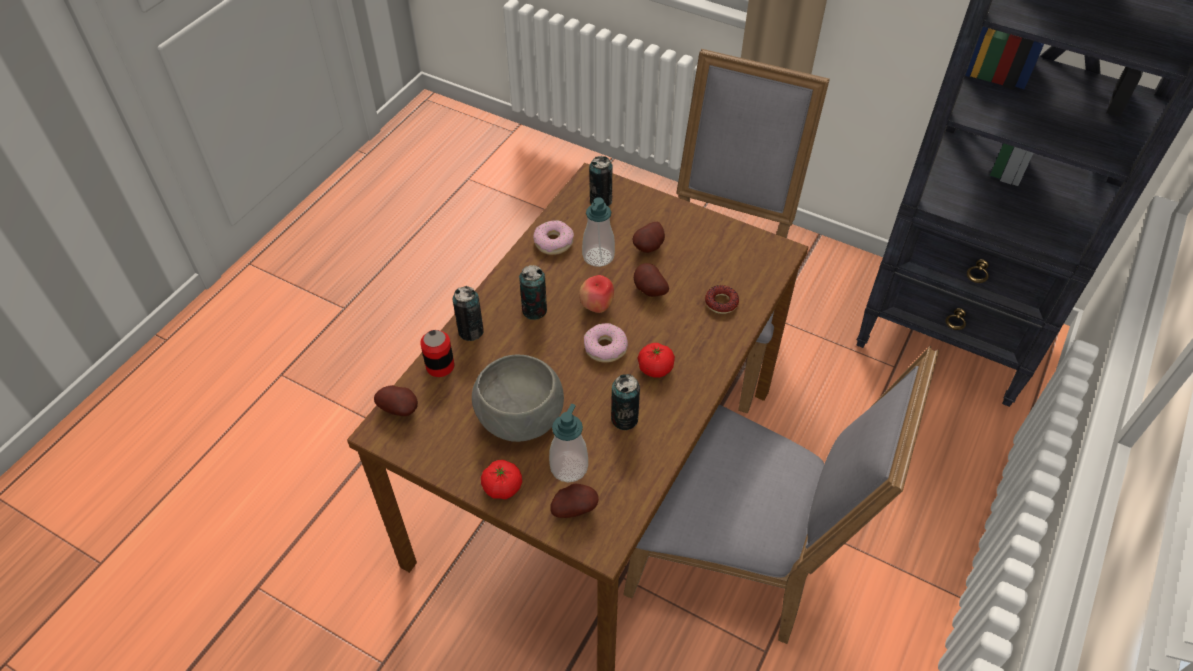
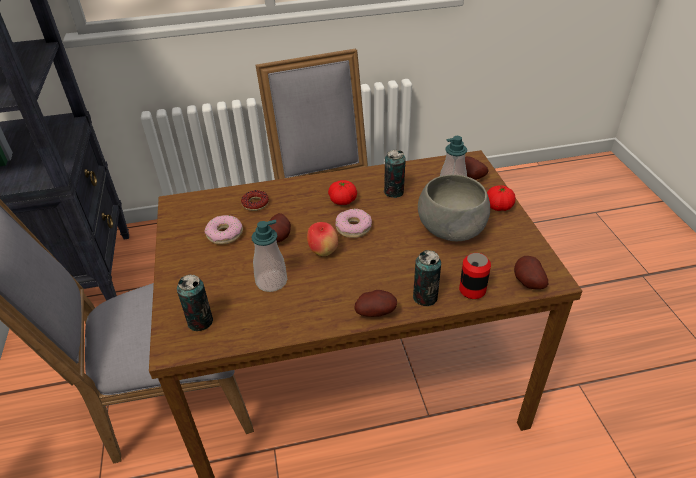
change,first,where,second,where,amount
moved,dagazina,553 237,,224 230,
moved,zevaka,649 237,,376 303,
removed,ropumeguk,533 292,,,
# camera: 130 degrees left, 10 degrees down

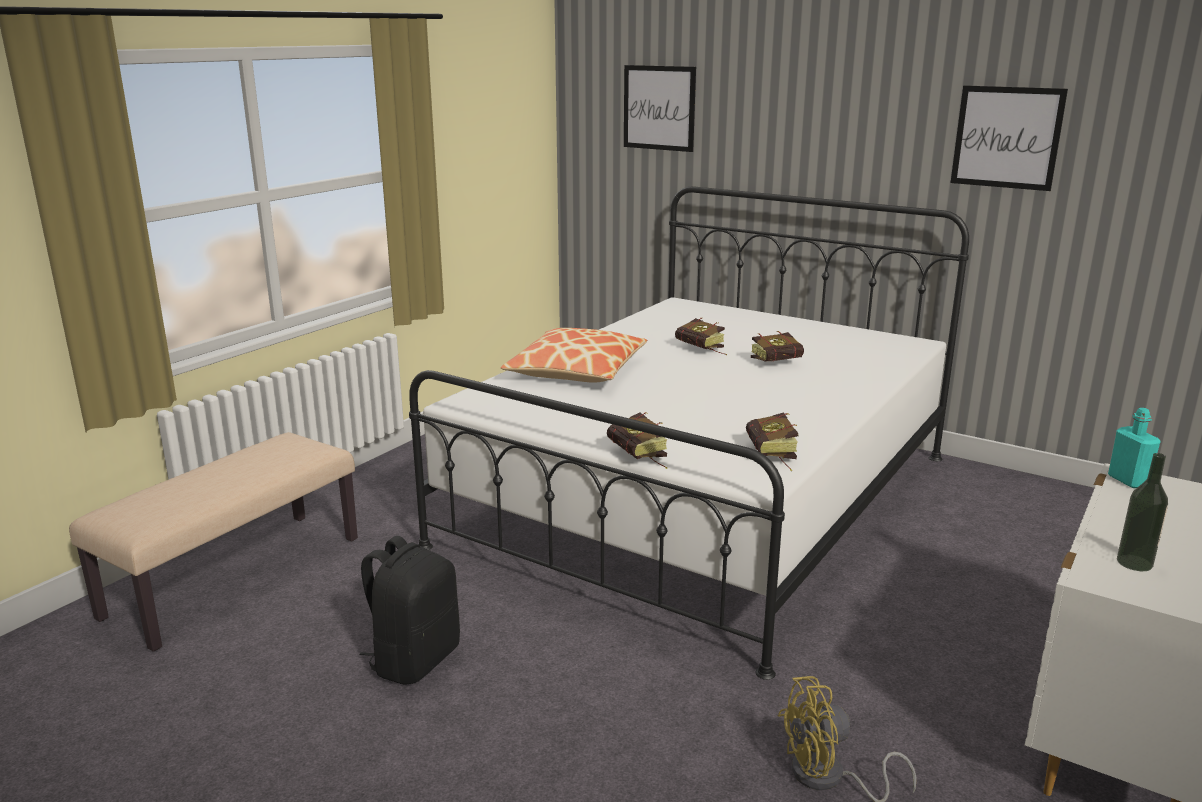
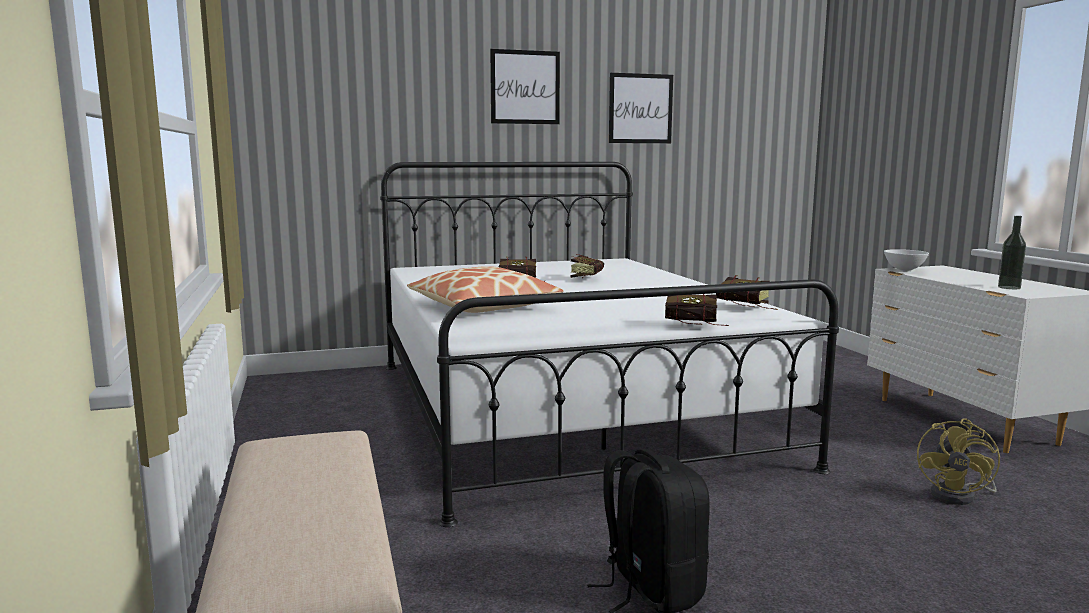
change,first,where,second,where,amount
moved,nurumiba,660 108,,525 86,
replaced,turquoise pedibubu,1134 448,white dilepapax,906 260,
# camera: 50 degrees left, 10 degrees down

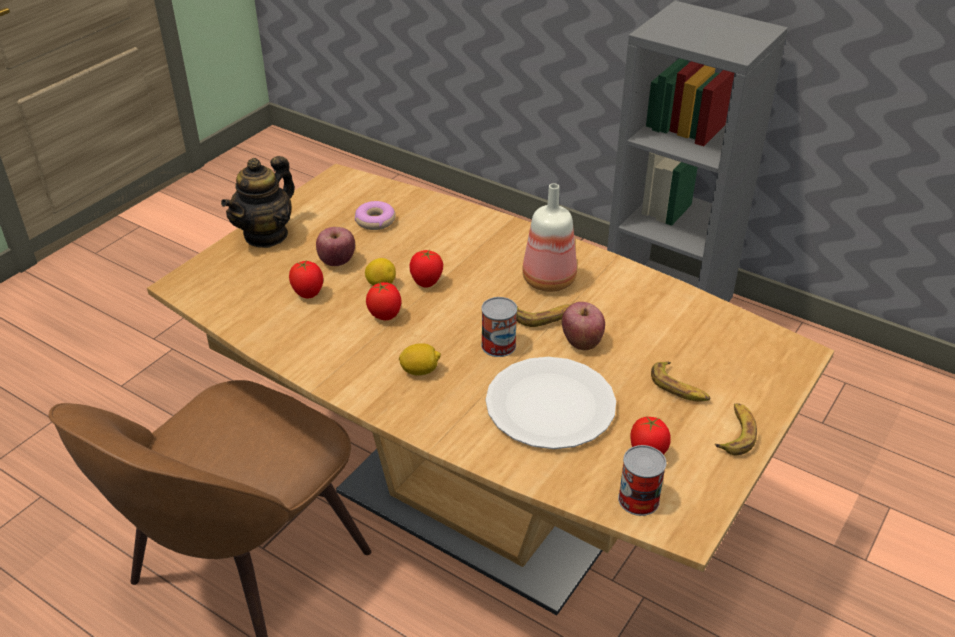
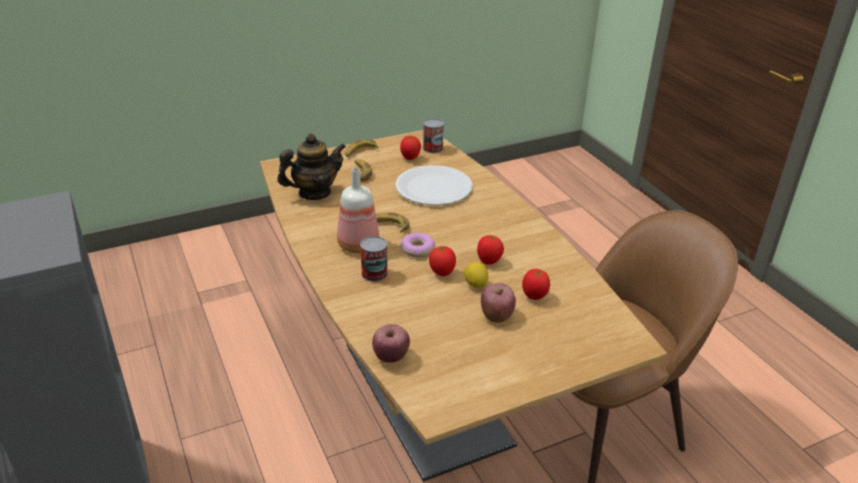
change,first,where,second,where,amount
moved,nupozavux,258 202,,311 167,
moved,dagazina,375 215,,417 245,
moved,ropumeguk,499 327,,374 259,
moved,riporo,583 326,,391 343,
removed,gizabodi,420 359,,,
# camera: 150 degrees left, 5 degrees down

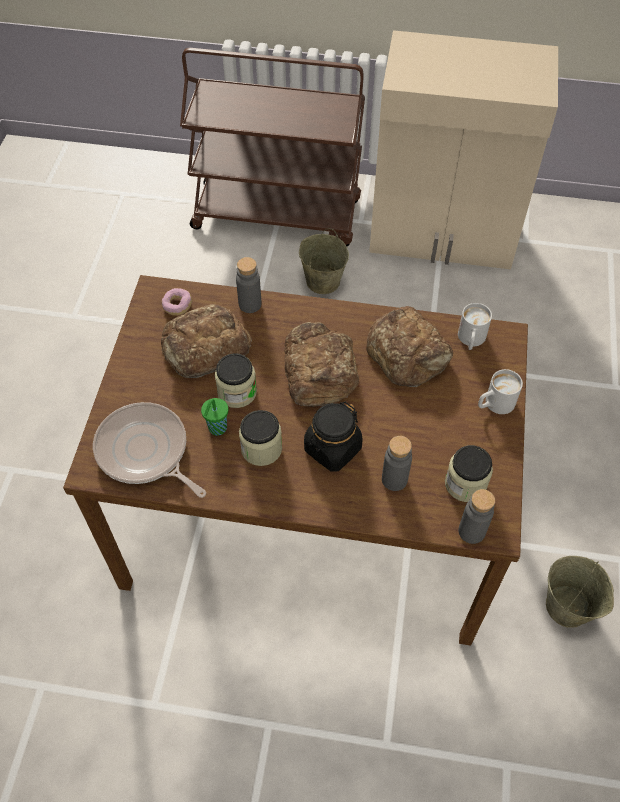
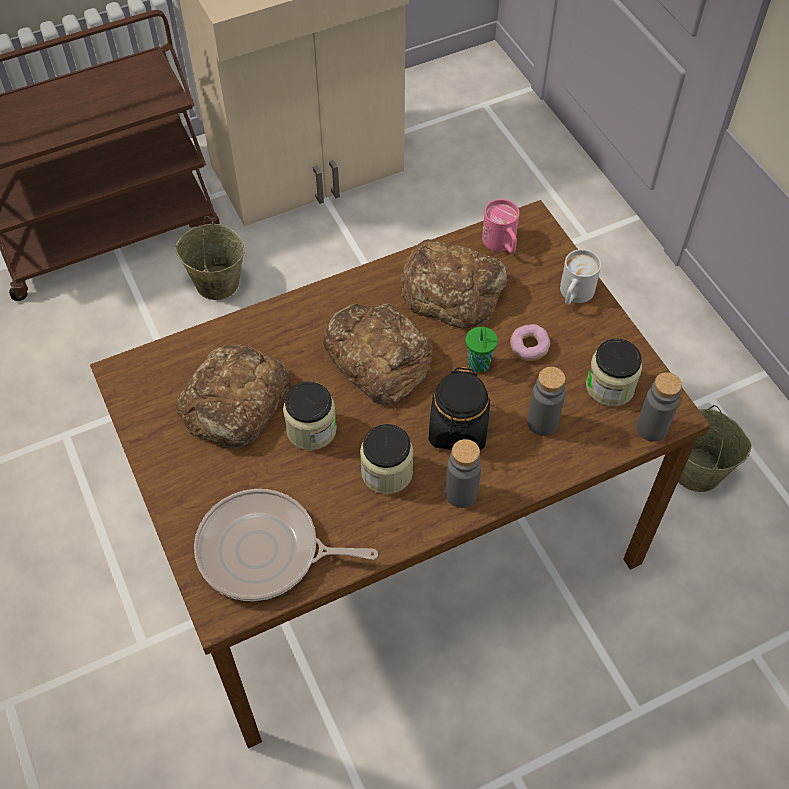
change,first,where,second,where,amount
moved,grey pedibubu,249 285,,463 473,
moved,dagazina,177 301,,530 342,
recoloured,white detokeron,475 326,pink detokeron,500 226,
moved,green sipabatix,214 417,,481 349,
# camera: 35 degrees left, 0 degrees up

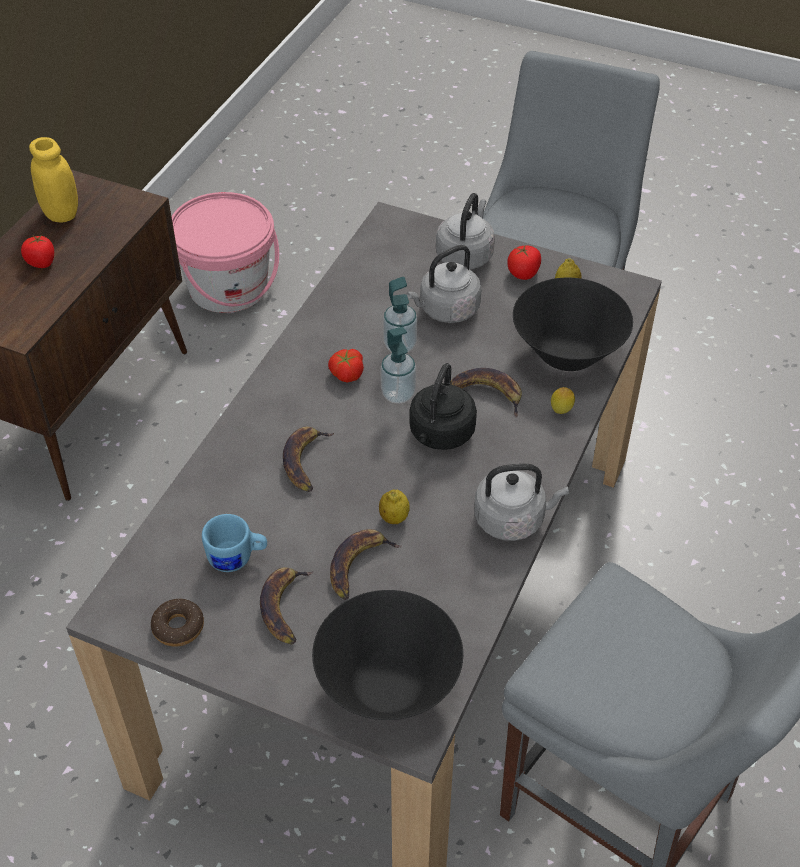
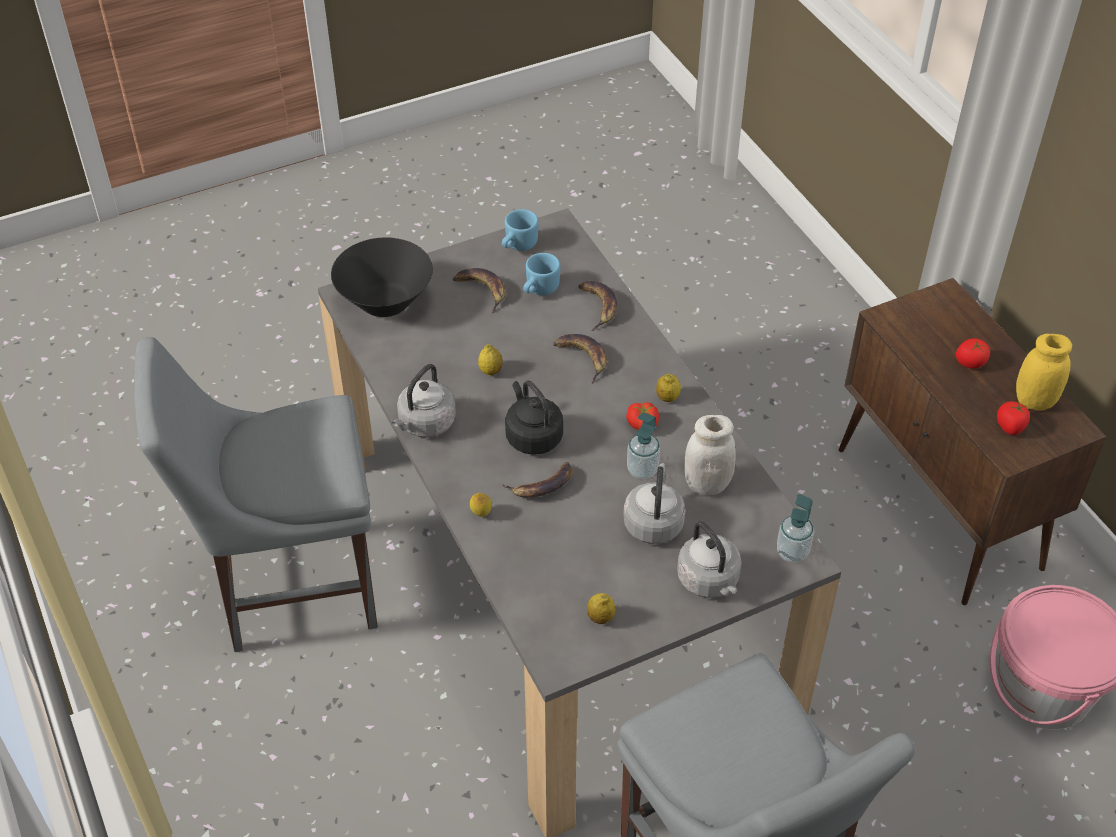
change,first,where,second,where,amount
moved,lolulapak,524 262,,1013 418,
removed,black dilepapax,573 324,,,
moved,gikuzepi,398 365,,795 528,
moved,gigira,365 564,,597 306,
replaced,dagazina,177 623,blue detokeron,520 230,
added,,,gizabodi,668 388,
added,,,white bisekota,710 455,
# camera: 130 degrees right, 0 degrees up

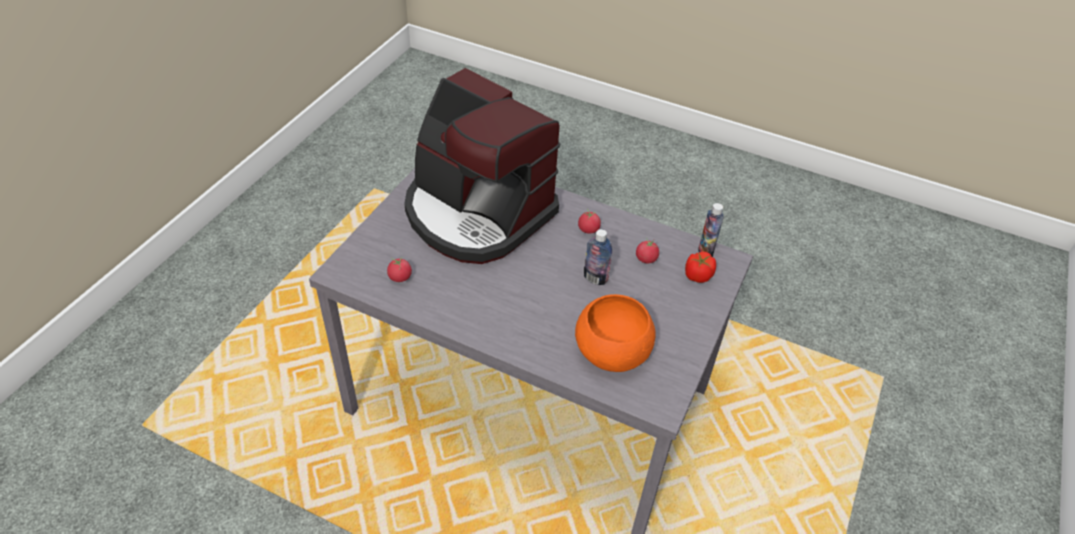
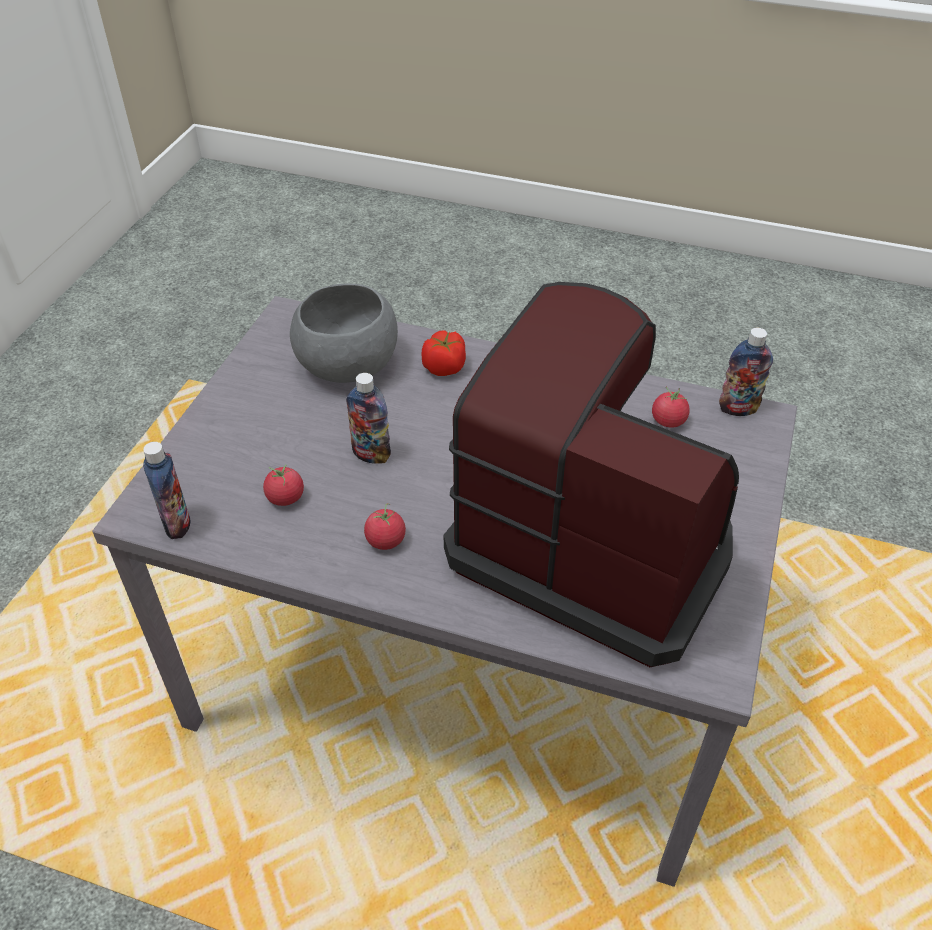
change,first,where,second,where,amount
moved,lolulapak,700 267,,444 353,
recoloured,orange dilepapax,615 333,grey dilepapax,344 333,
added,,,pedibubu,746 372,
# camera: 175 degrees right, 0 degrees up

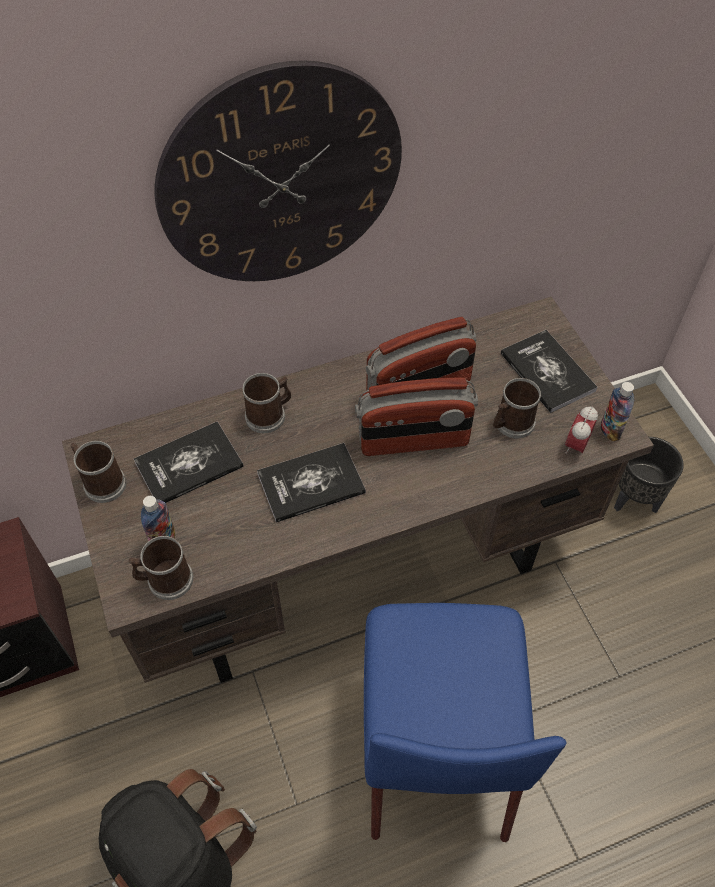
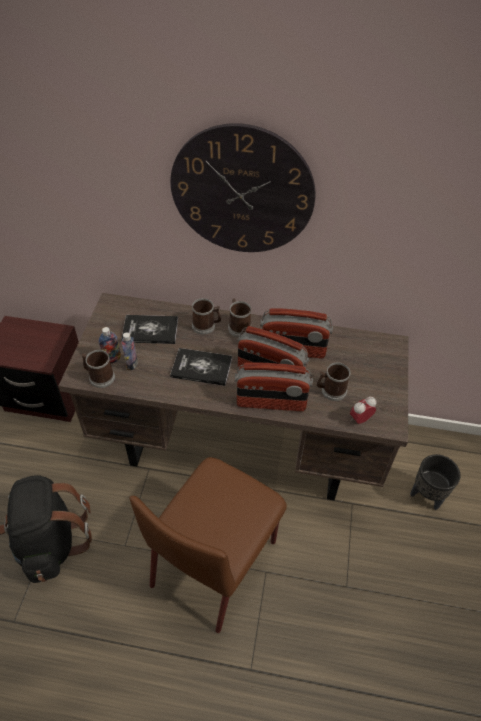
change,first,where,second,where,amount
removed,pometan,549 371,,,
moved,pedibubu,617 411,,130 351,
moved,detokeron,98 472,,240 317,
recoloured,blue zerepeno,465 722,brown zerepeno,208 545,
added,,,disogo,274 386,
# camera: 30 degrees right, 5 degrees down

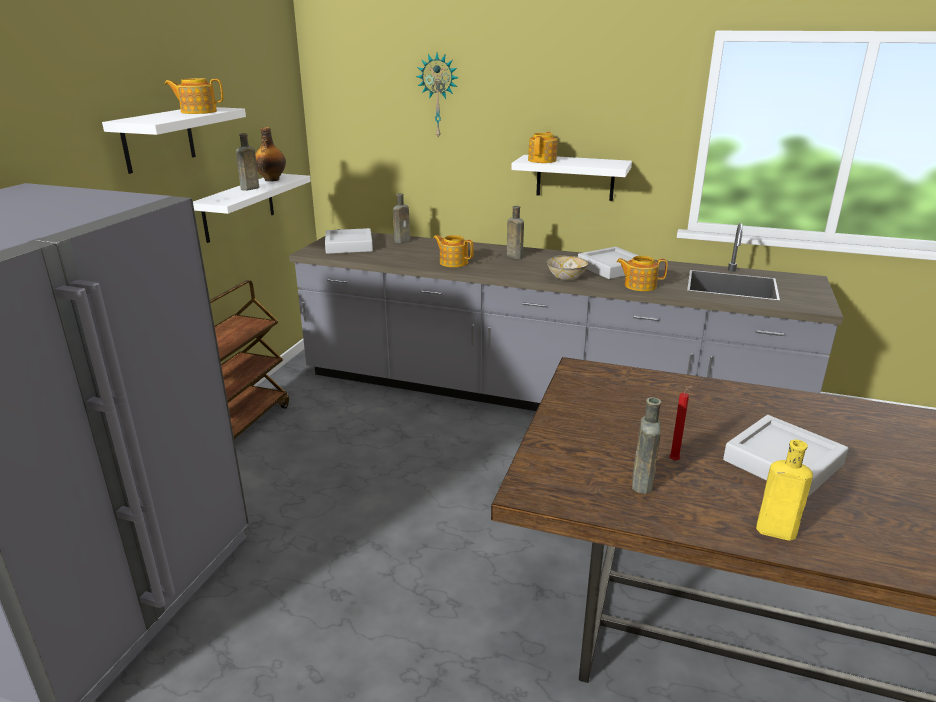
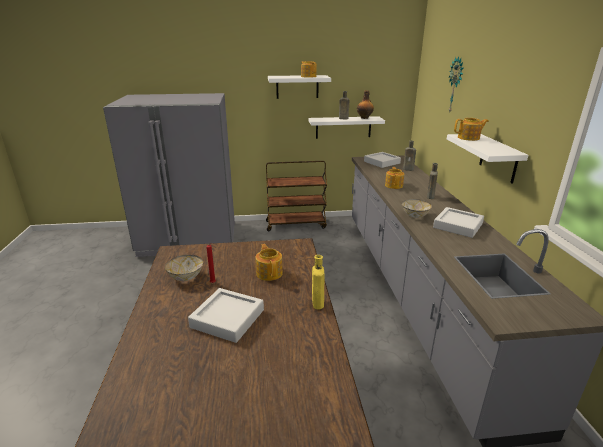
change,first,where,second,where,amount
moved,nupozavux,642 273,,269 262,
replaced,brown pedibubu,647 445,dilepapax,184 268,
moved,yellow pedibubu,784 490,,318 282,
# camera: 65 degrees right, 0 degrees up

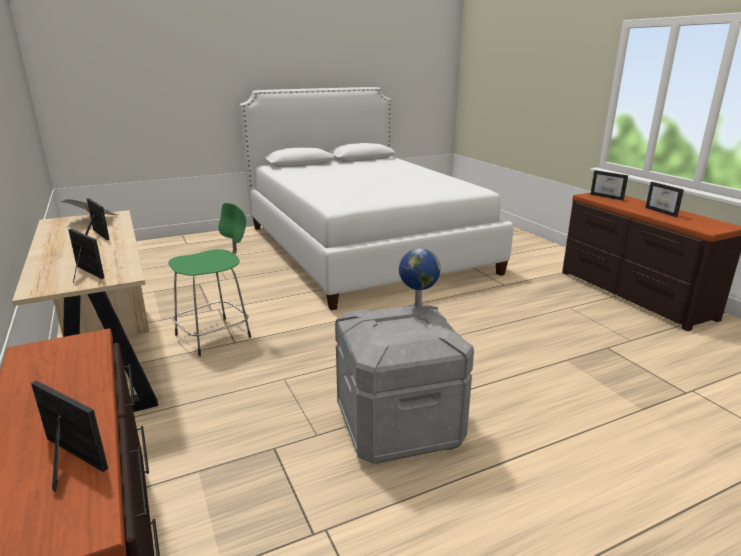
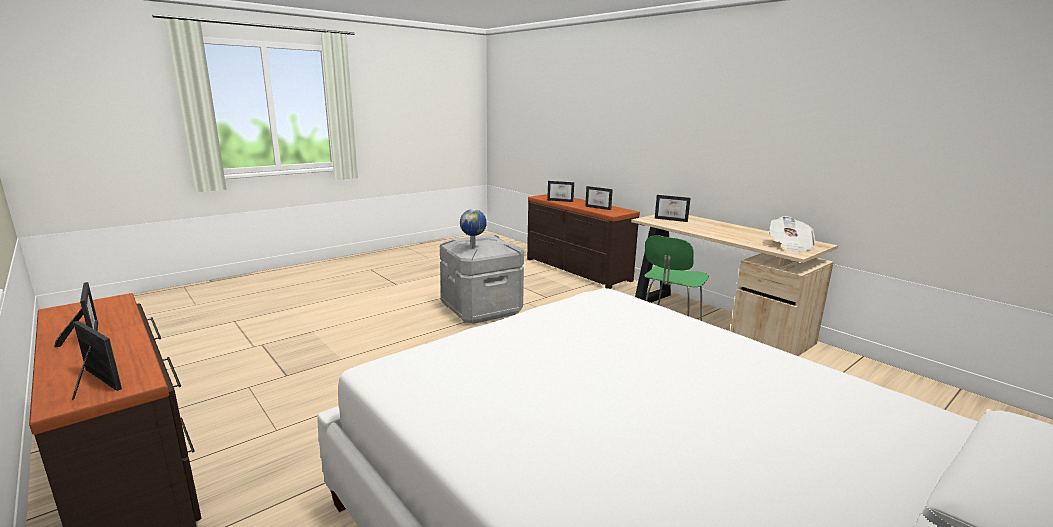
change,first,where,second,where,amount
moved,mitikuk,97 219,,599 198,
# camera: 165 degrees right, 5 degrees down

